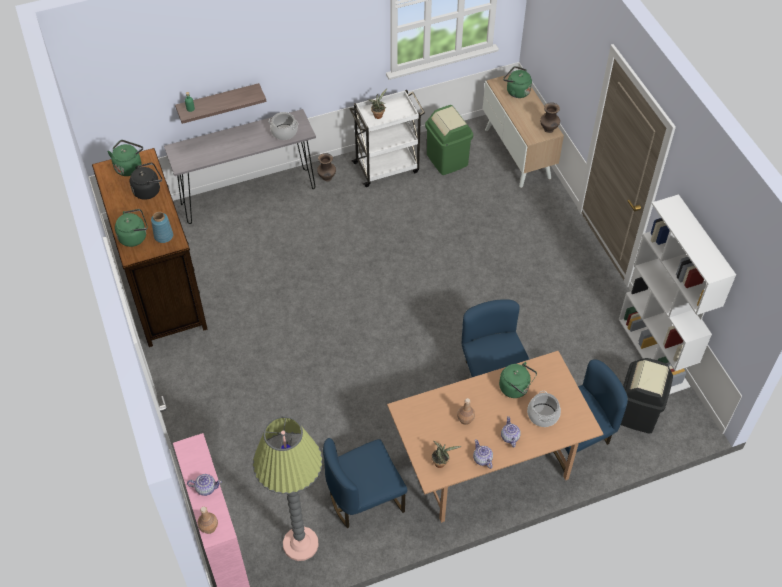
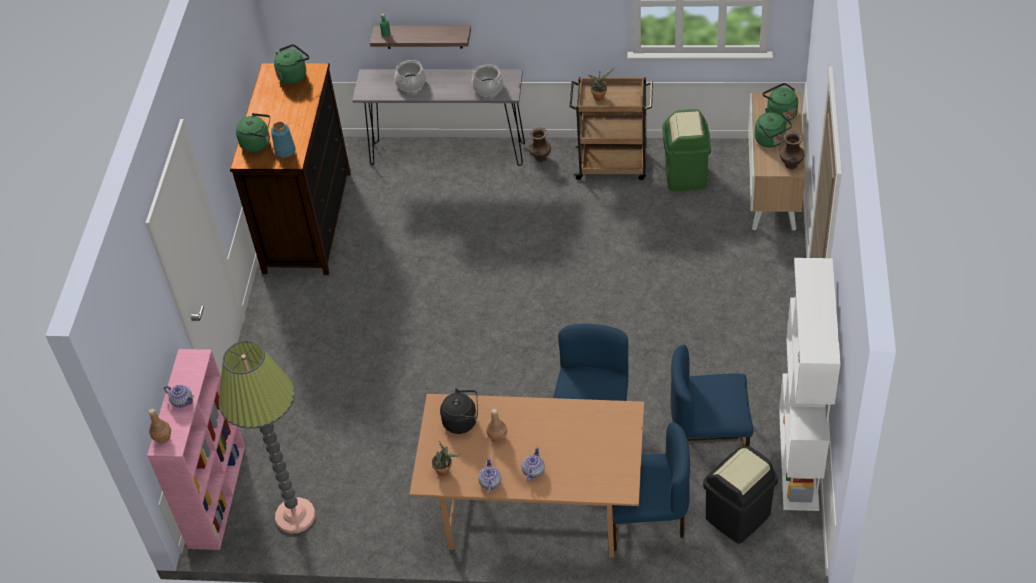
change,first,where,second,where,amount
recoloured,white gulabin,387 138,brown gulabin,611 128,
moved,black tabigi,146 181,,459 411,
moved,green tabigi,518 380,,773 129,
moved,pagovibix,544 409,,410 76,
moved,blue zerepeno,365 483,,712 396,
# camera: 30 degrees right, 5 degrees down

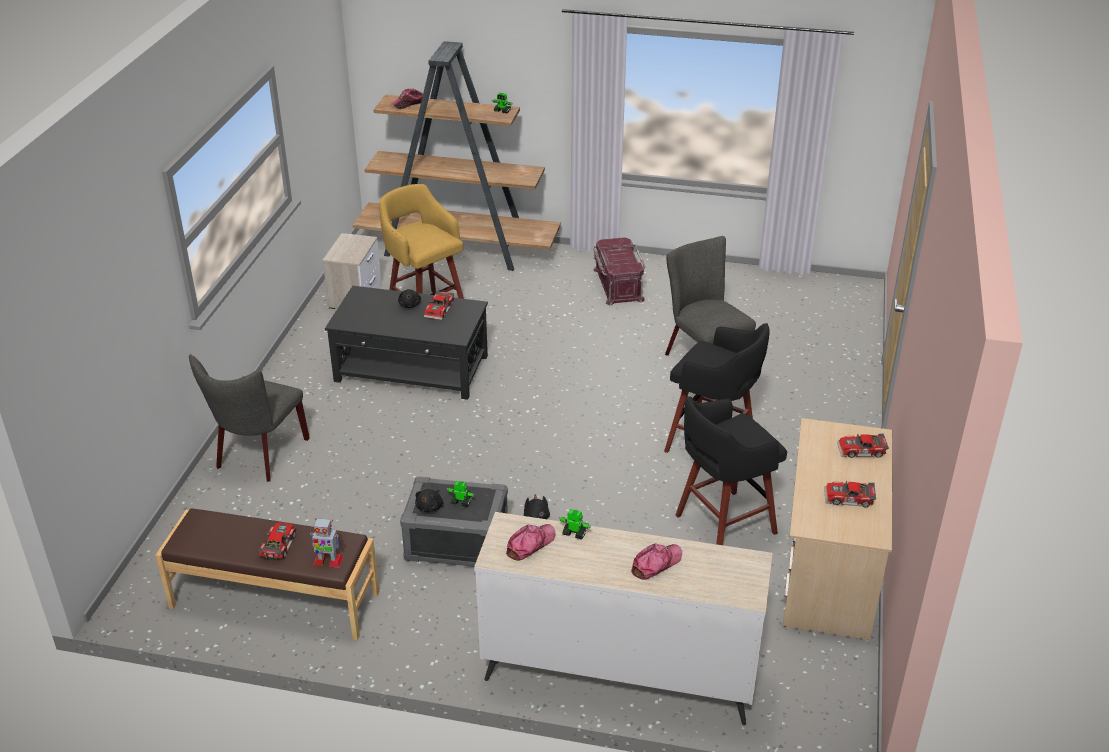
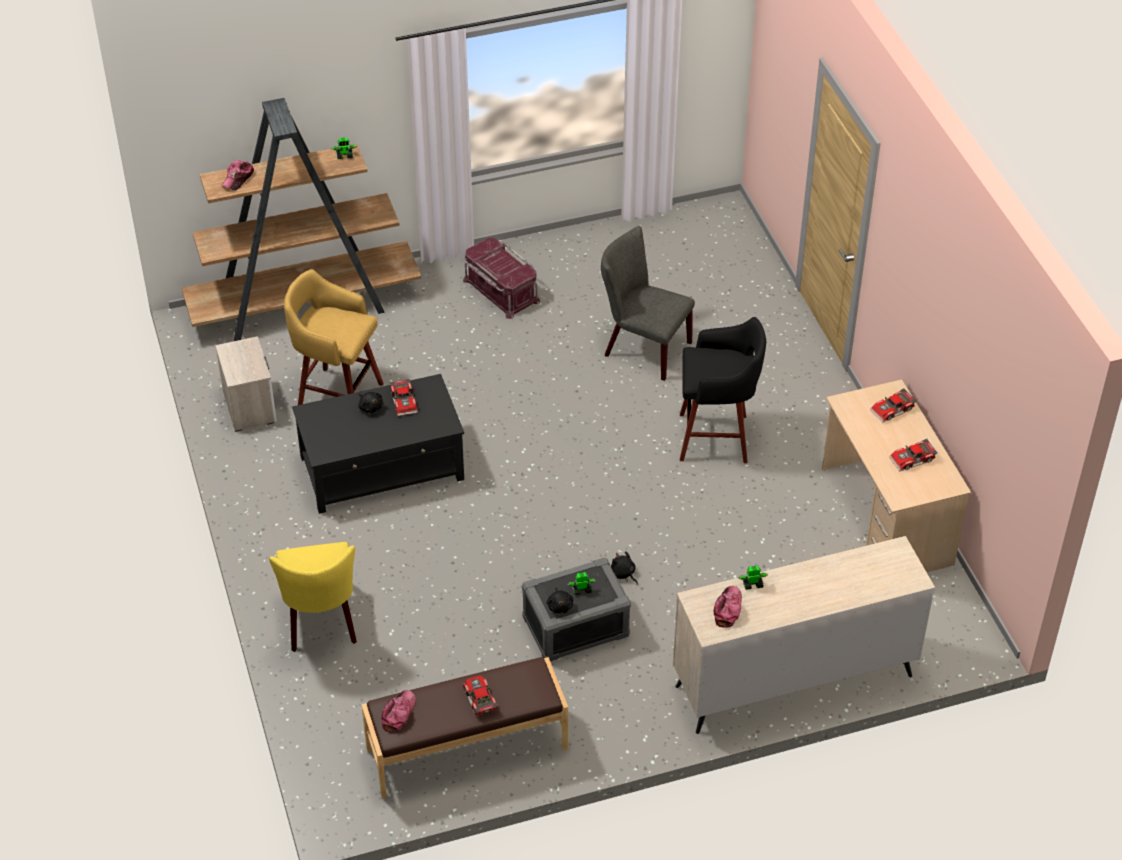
change,first,where,second,where,amount
recoloured,grey zerepeno,249 418,yellow zerepeno,313 597,
removed,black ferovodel,731 470,,,
removed,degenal,326 542,,,
moved,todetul,656 562,,399 711,
# camera: 30 degrees left, 10 degrees up

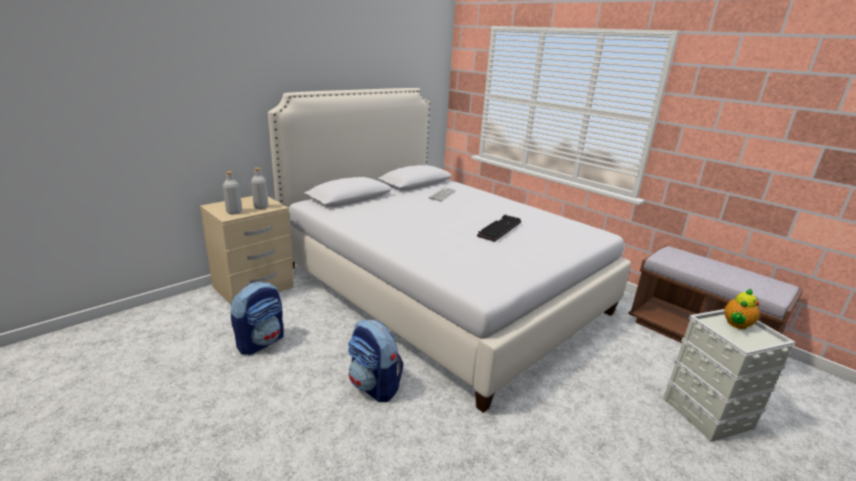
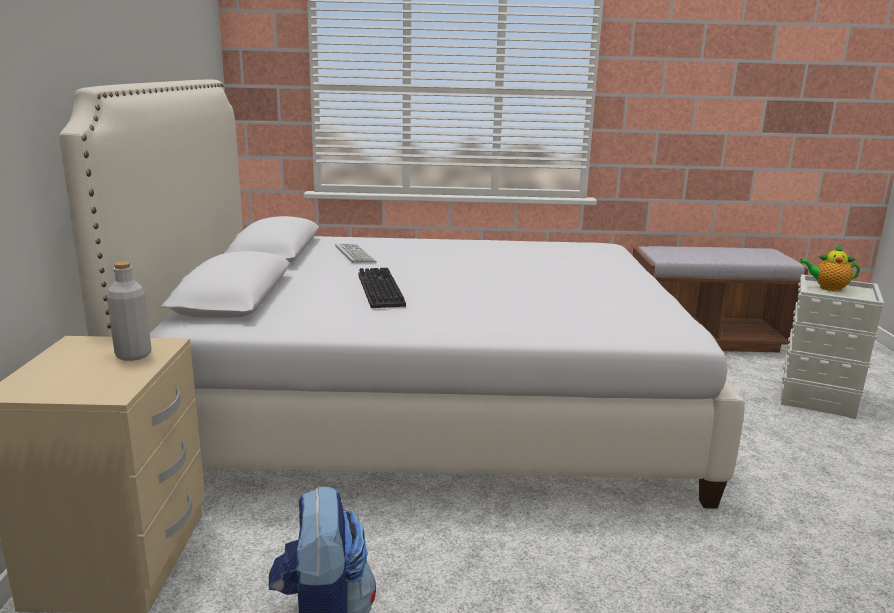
change,first,where,second,where,amount
removed,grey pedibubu,232 192,,,
moved,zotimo,499 228,,382 288,
turned,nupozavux,741 308,,829 267,105 degrees clockwise
removed,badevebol,375 361,,,
# camera: 45 degrees left, 5 degrees down

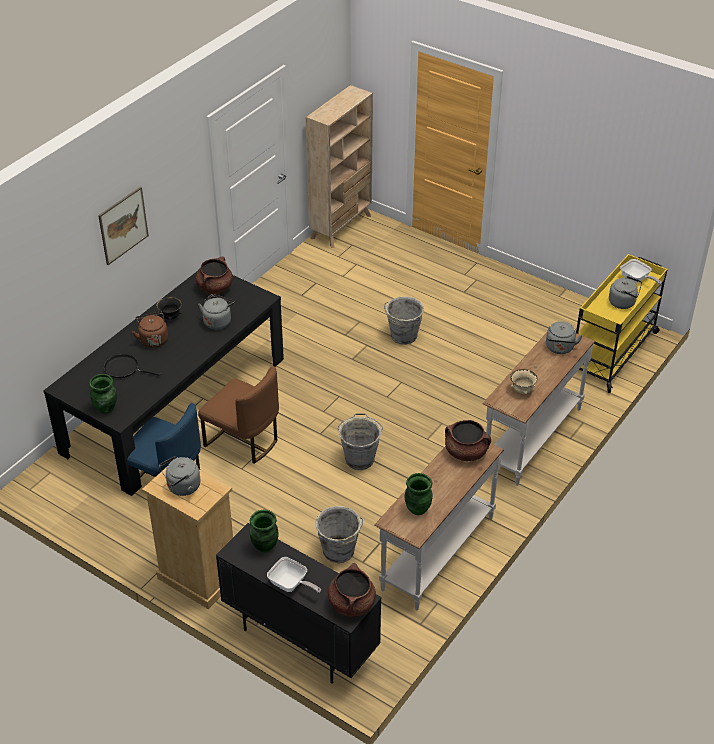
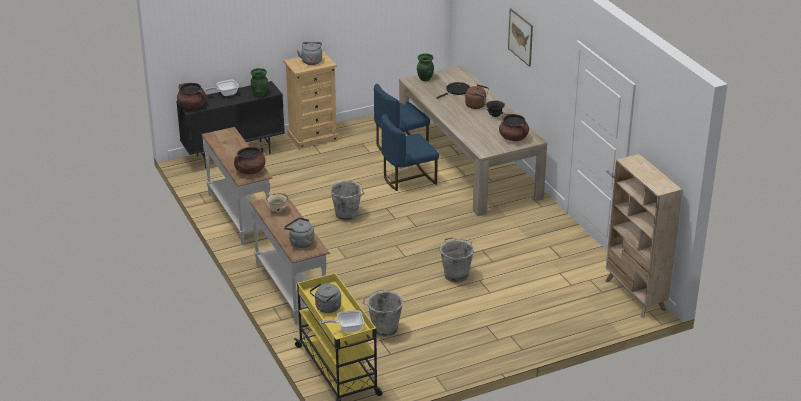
change,first,where,second,where,amount
recoloured,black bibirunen,163 384,beige bibirunen,473 140,
removed,grey tabigi,216 312,,,
recoloured,brown zerepeno,238 415,blue zerepeno,410 152,
removed,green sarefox,418 494,,,
moved,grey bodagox,339 534,,383 313,
# camera: 120 degrees right, 10 degrees down

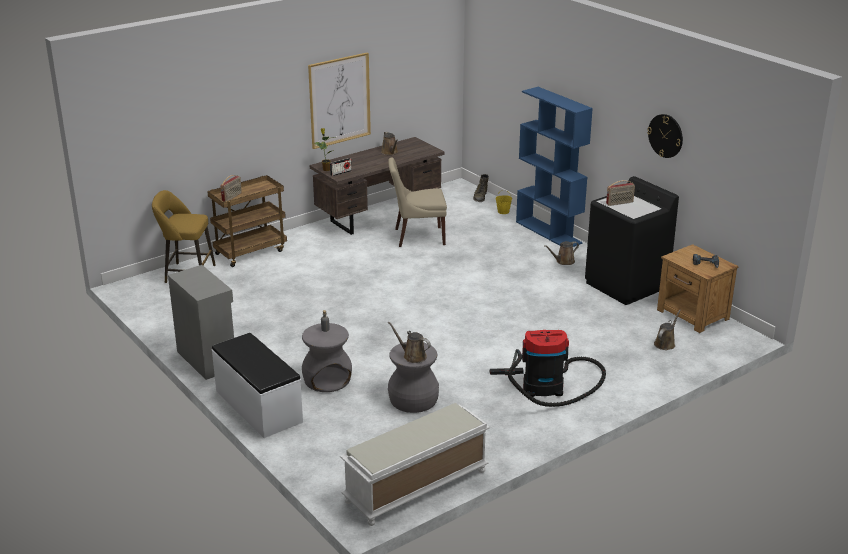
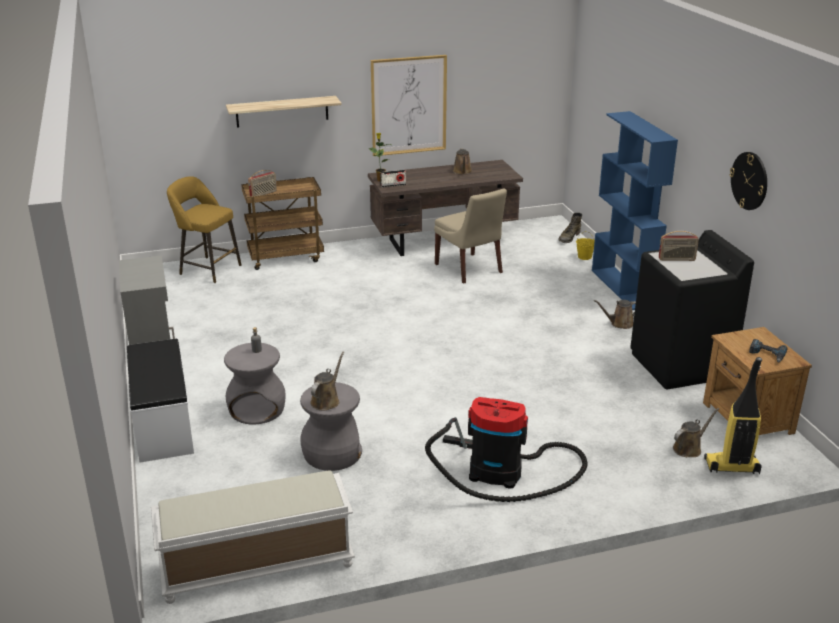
change,first,where,second,where,amount
turned,beige zerepeno,417 202,,470 236,135 degrees counterclockwise
turned,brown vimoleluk,409 342,,327 381,60 degrees clockwise
added,,,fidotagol,283 112,
added,,,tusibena,733 415,
# camera: 20 degrees right, 0 degrees up

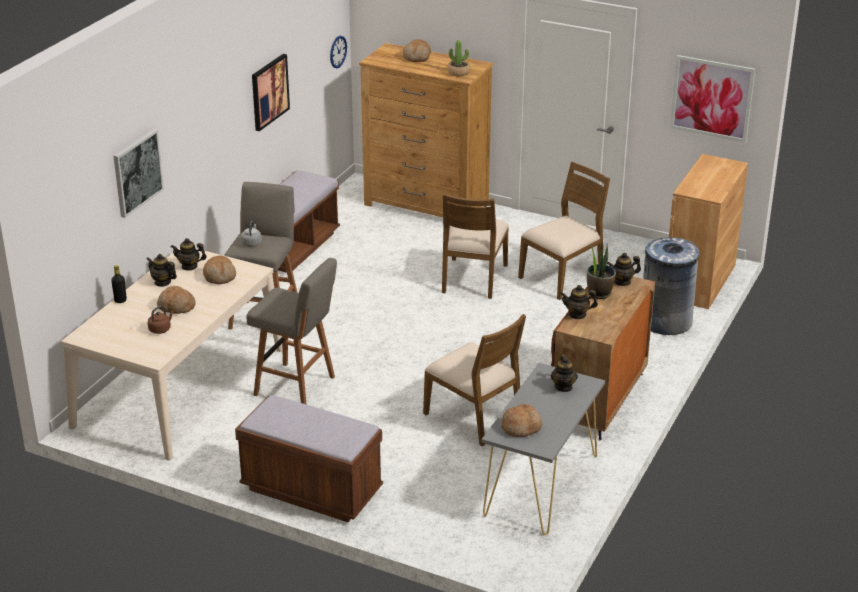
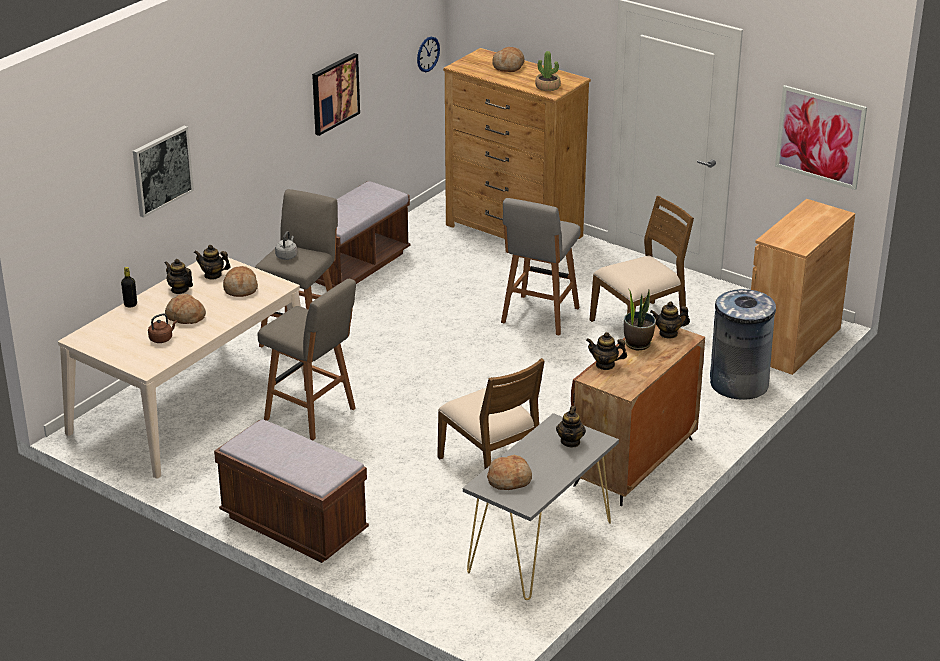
change,first,where,second,where,amount
replaced,brown zerepeno,475 246,grey ferovodel,541 266,
# camera: 10 degrees right, 0 degrees up

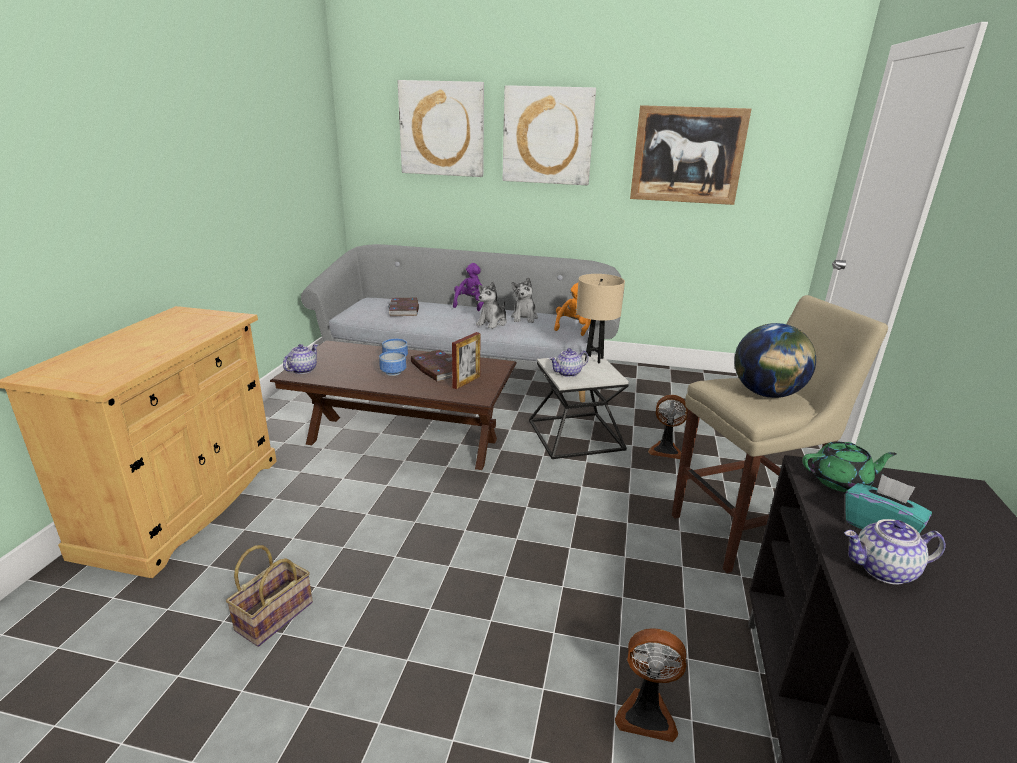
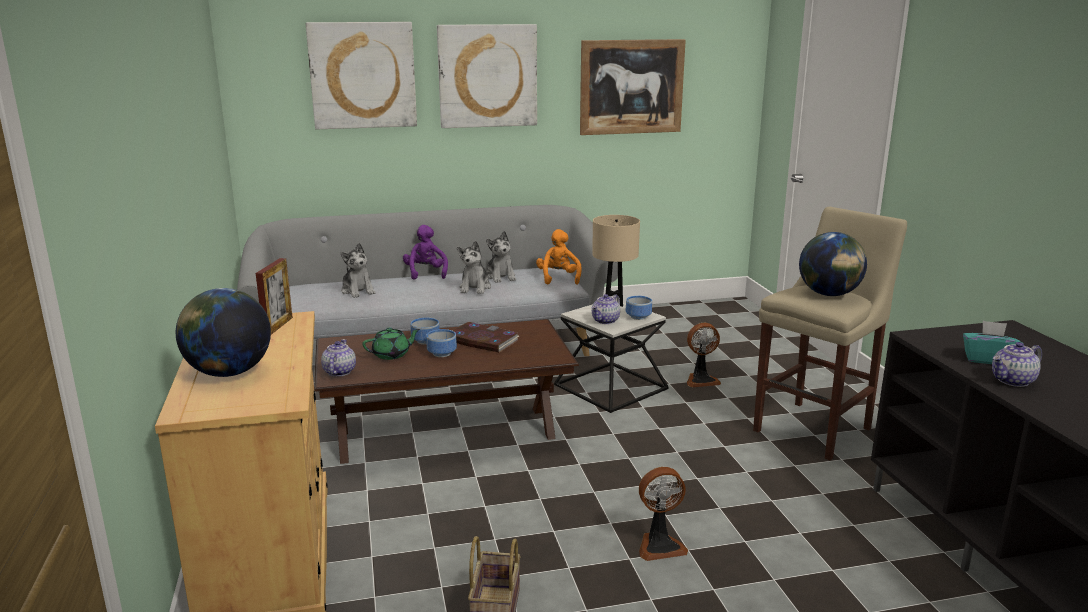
change,first,where,second,where,amount
replaced,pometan,404 307,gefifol,358 270,
moved,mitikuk,466 360,,274 296,
moved,green nupozavux,849 467,,391 344,
moved,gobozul,650 685,,663 514,
added,,,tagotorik,223 332,
added,,,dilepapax,639 308,
# camera: 25 degrees left, 5 degrees down

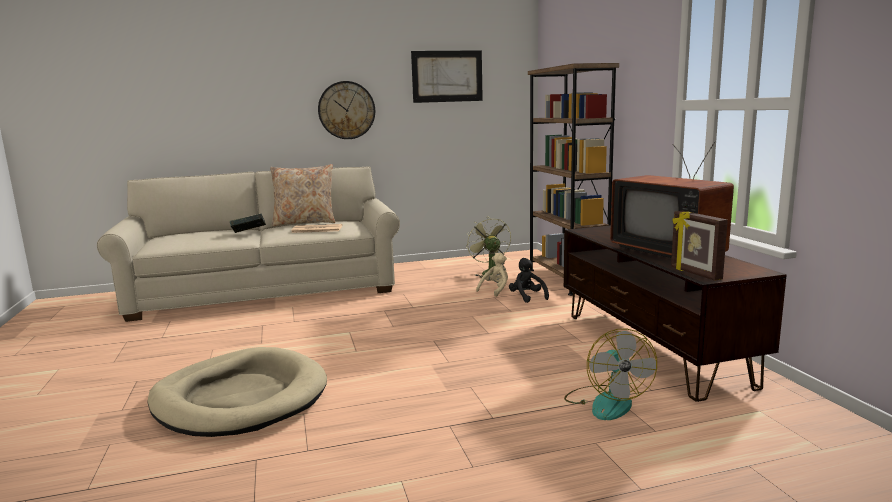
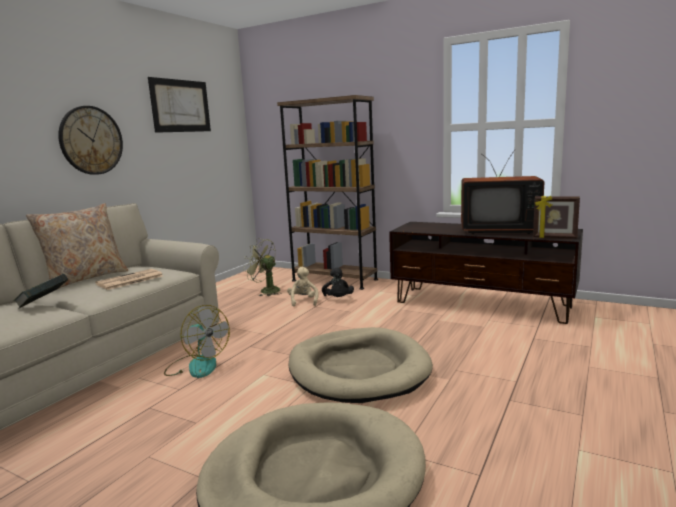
change,first,where,second,where,amount
turned,black gefifol,529 280,,338 282,120 degrees counterclockwise
moved,gobozul,610 374,,197 341,
added,,,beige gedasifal,360 365,
# camera: 45 degrees left, 0 degrees up

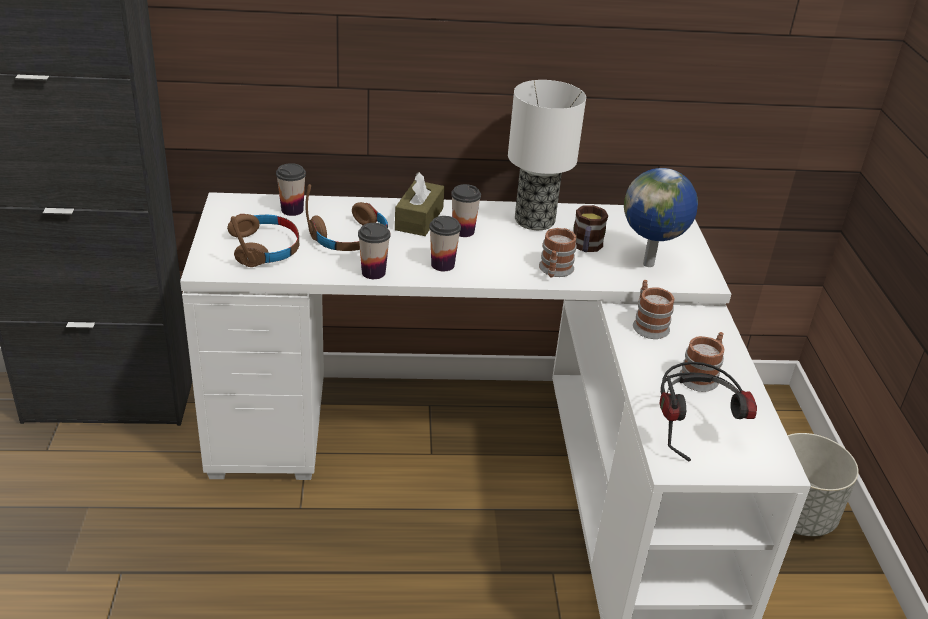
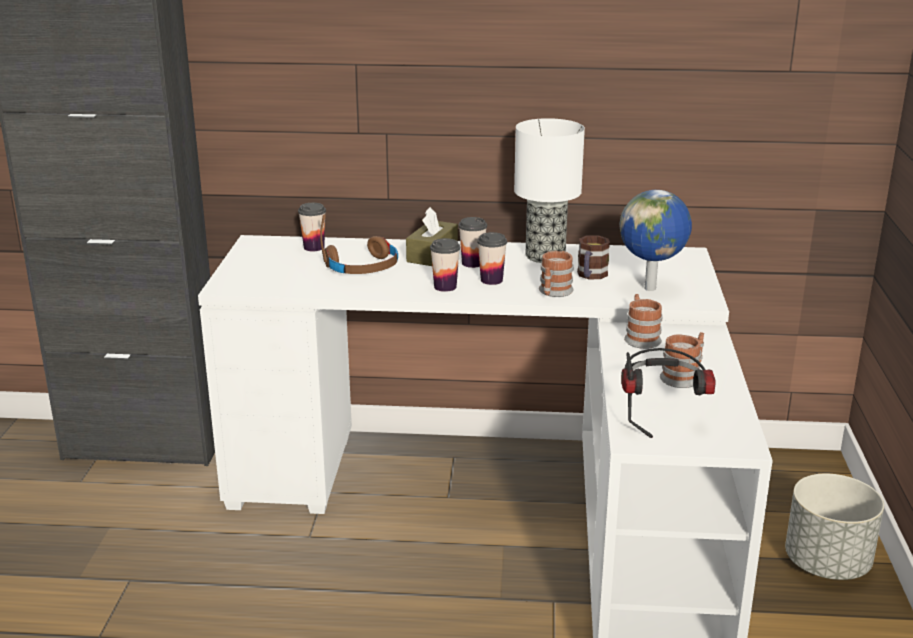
change,first,where,second,where,amount
removed,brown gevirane,263 240,,,
moved,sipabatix,374 251,,492 258,
# camera: 10 degrees right, 10 degrees down

